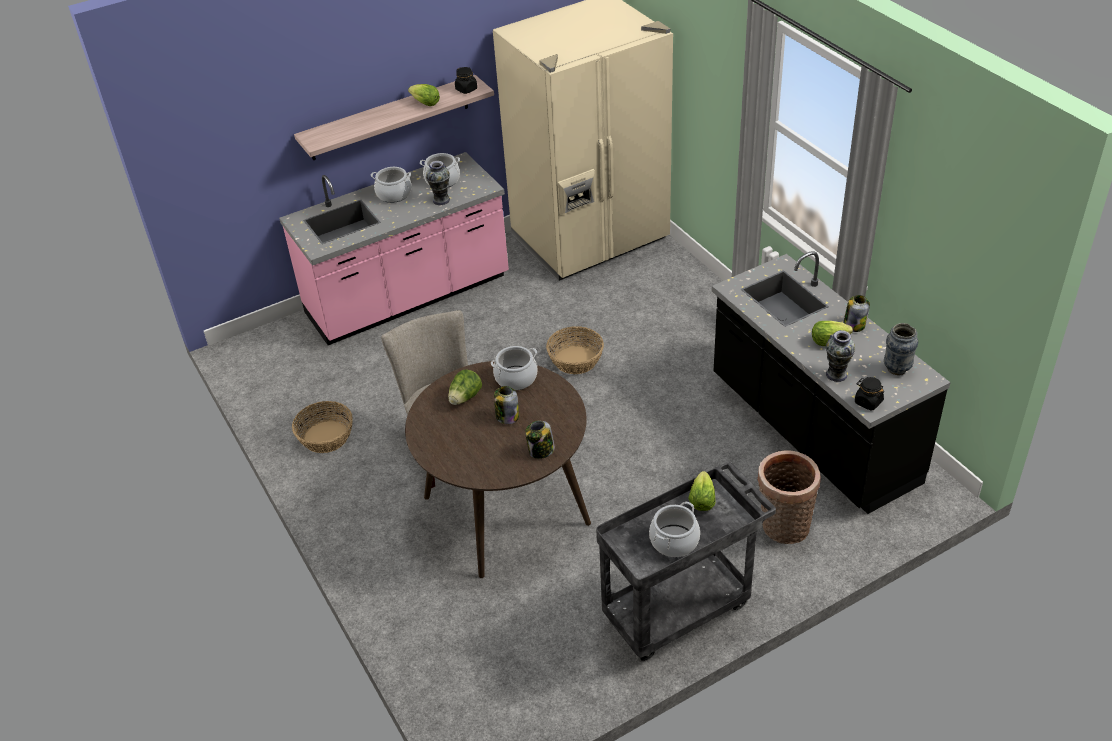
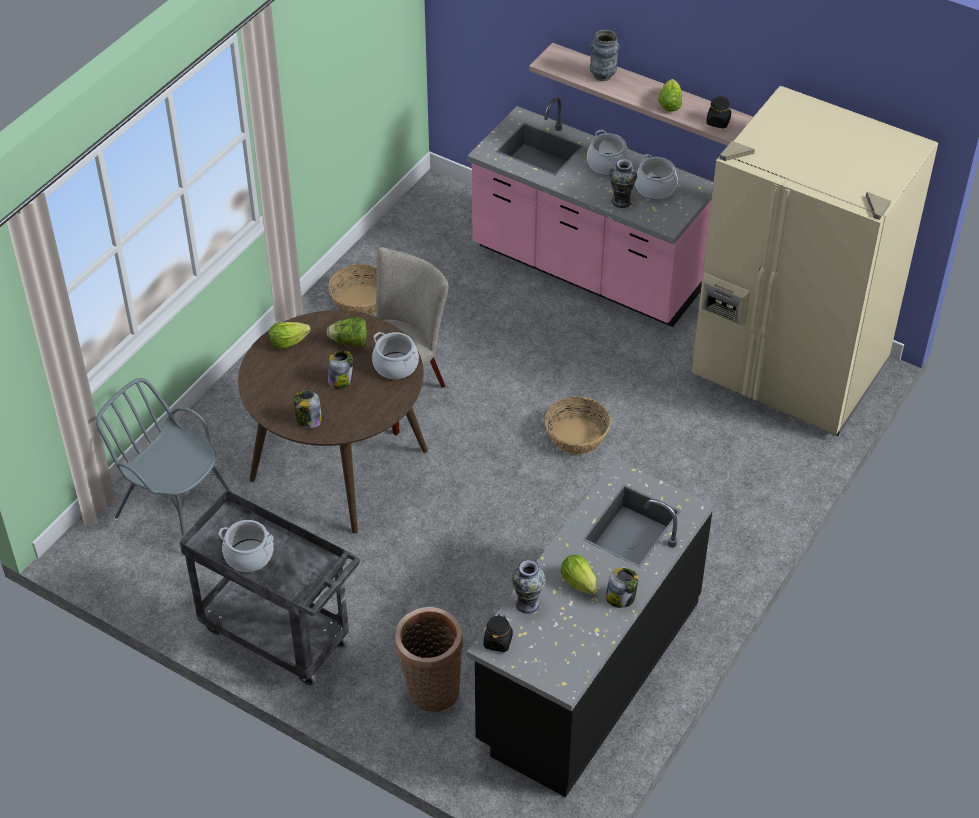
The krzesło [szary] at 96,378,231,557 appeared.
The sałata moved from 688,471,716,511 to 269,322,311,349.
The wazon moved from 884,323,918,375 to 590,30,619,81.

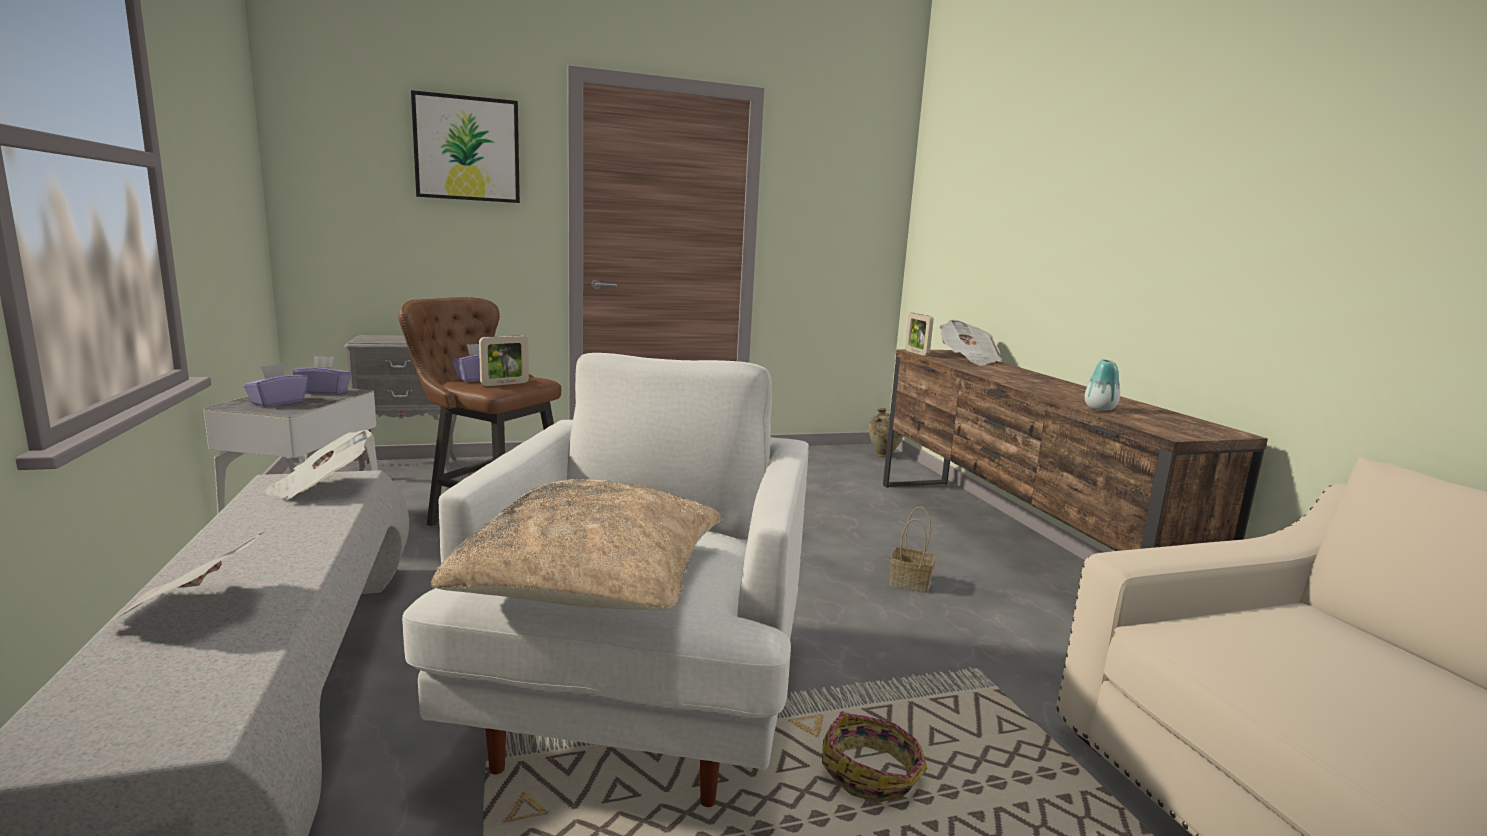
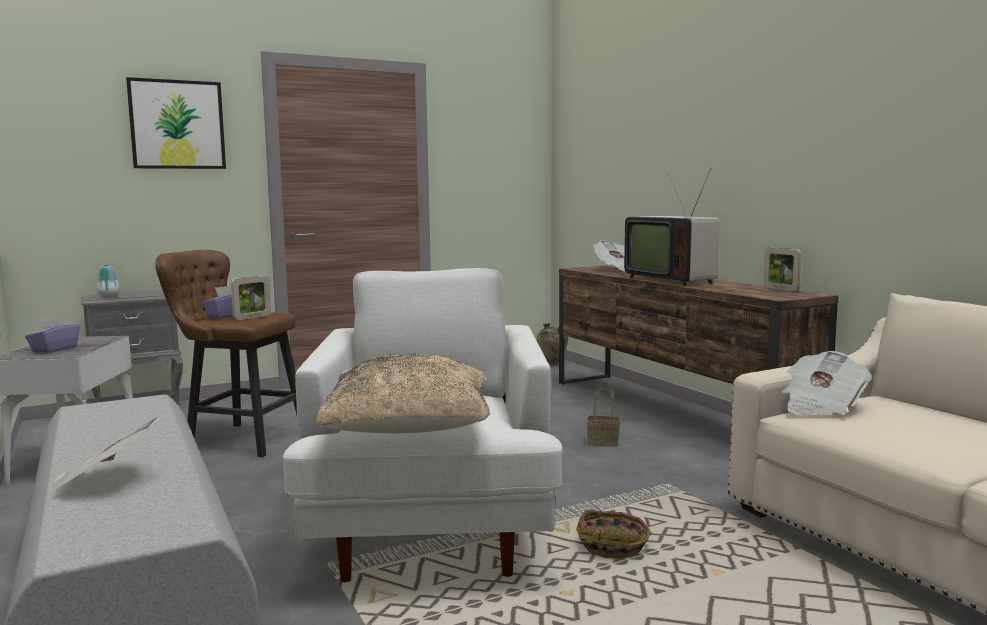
The pudełko chusteczek [fioletowy] at 293,356,352,395 disappeared.
The telewizor at 624,167,720,286 appeared.
The gazeta moved from 264,430,372,499 to 781,351,872,415.
The ramka na zdjęcie moved from 905,313,933,356 to 763,248,802,291.
The wazon moved from 1085,359,1120,411 to 97,265,120,298.

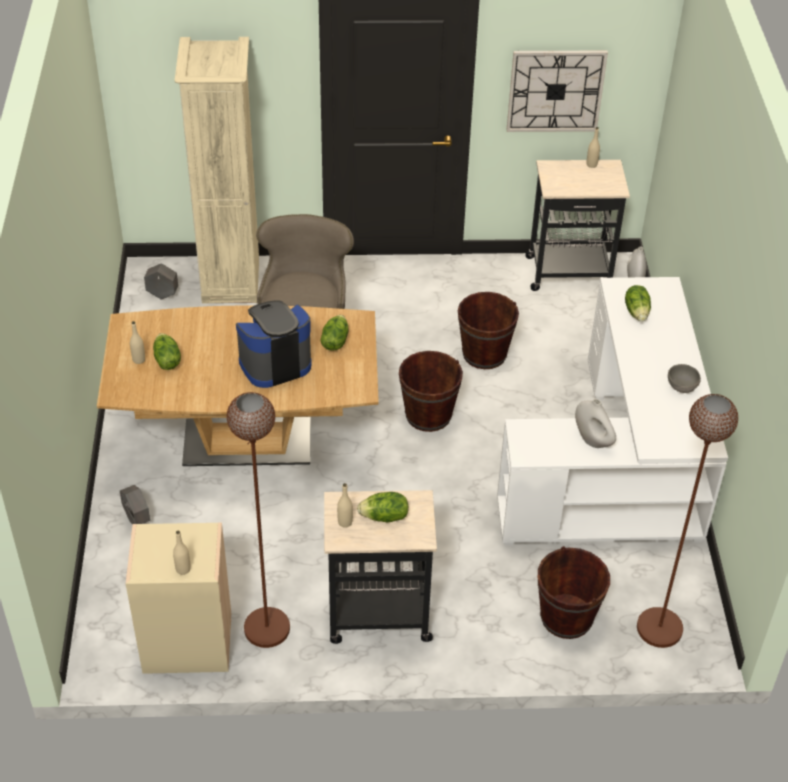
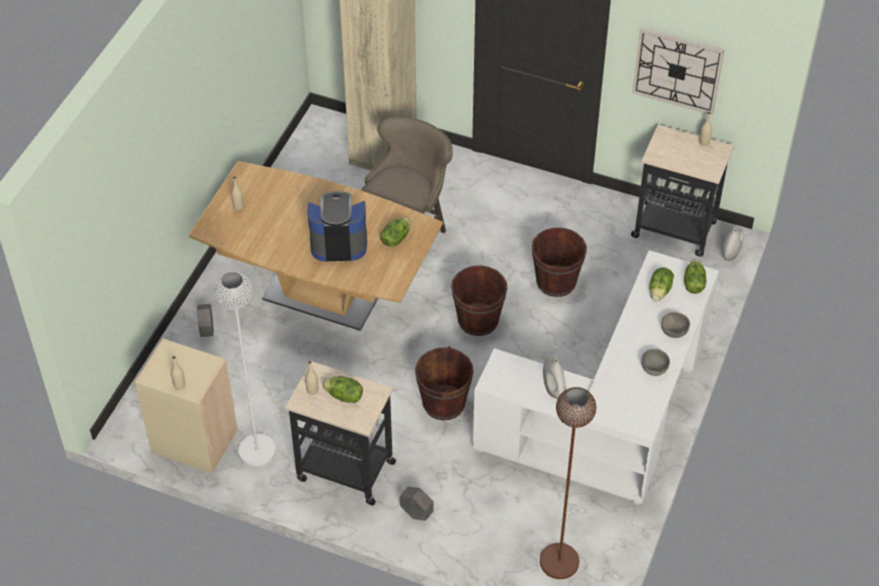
The miska [szary] at 661,312,690,338 appeared.
The donica [szary] moved from 144,263,178,299 to 400,487,434,521.
The sałata moved from 153,333,181,370 to 684,259,706,294.
The wiadro [brązowy] moved from 538,546,610,639 to 415,346,474,420.
The lampa stojąca [brązowy] at 227,392,290,648 became the lampa stojąca [biały] at 214,271,276,467.

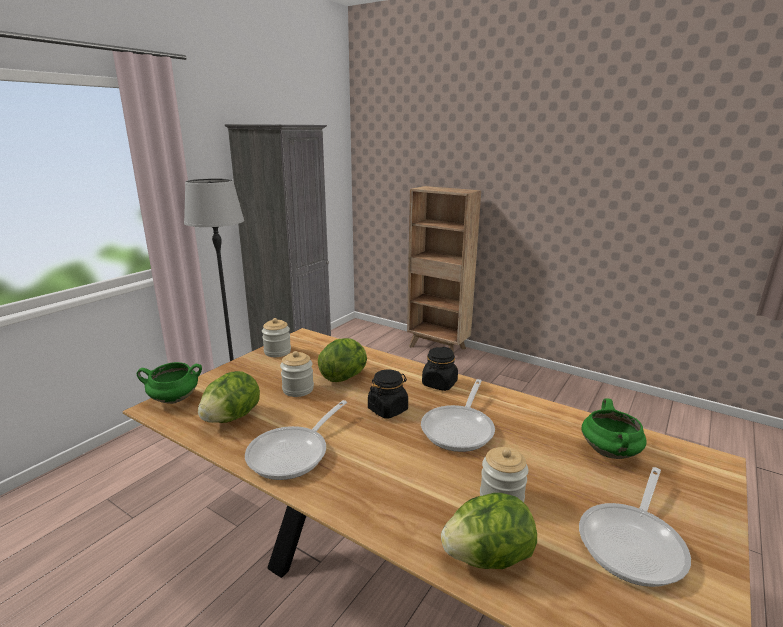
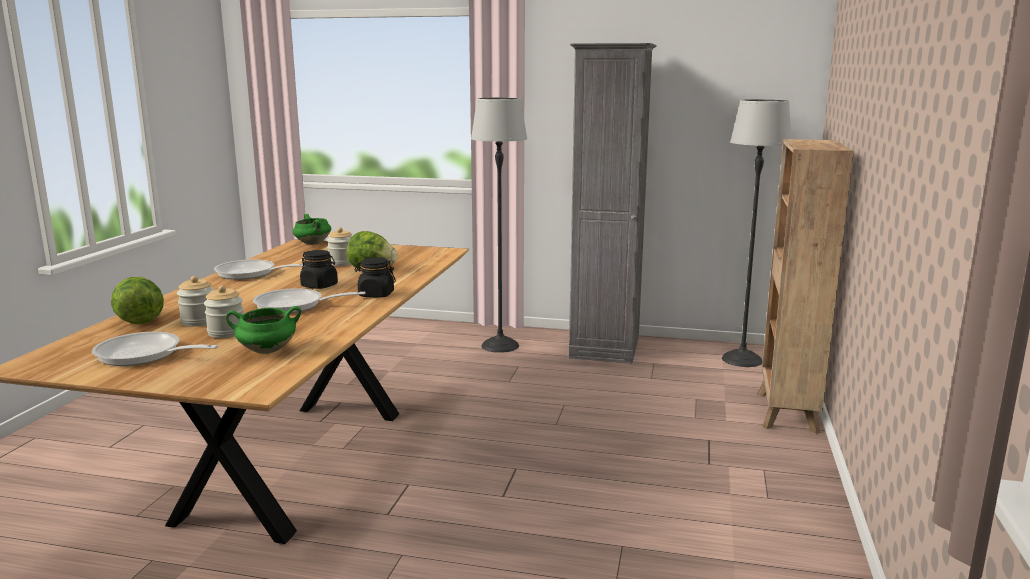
The sałata at 198,371,260,423 disappeared.
The lampa stojąca at 722,99,792,367 appeared.
The słoik moved from 262,318,291,357 to 204,285,244,338.

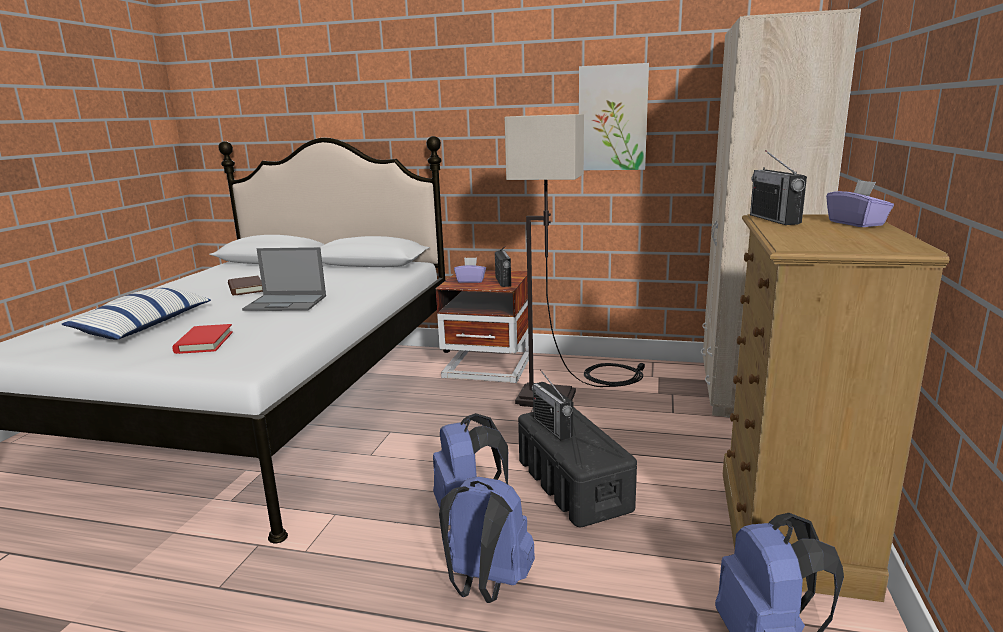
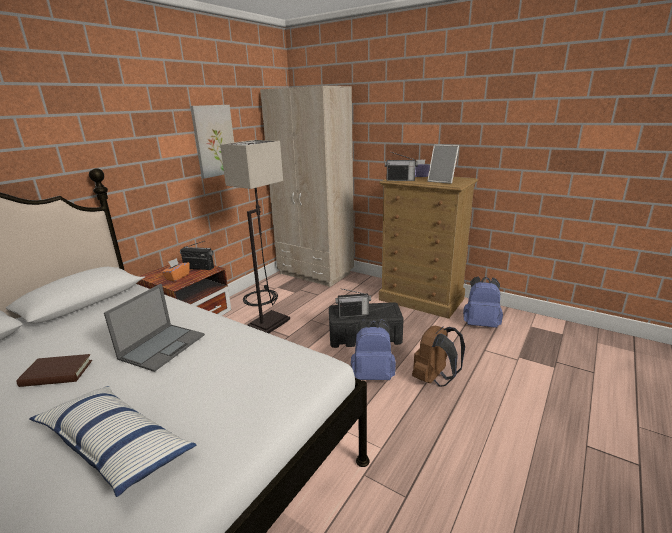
The książka [czerwony] at 172,324,233,354 disappeared.
The ramka na zdjęcie at 427,145,459,184 appeared.
The plecak [niebieski] at 439,477,535,603 became the plecak [brązowy] at 412,326,465,387.
The pudełko chusteczek [fioletowy] at 454,257,486,283 became the pudełko chusteczek [pomarańczowy] at 162,258,190,282.

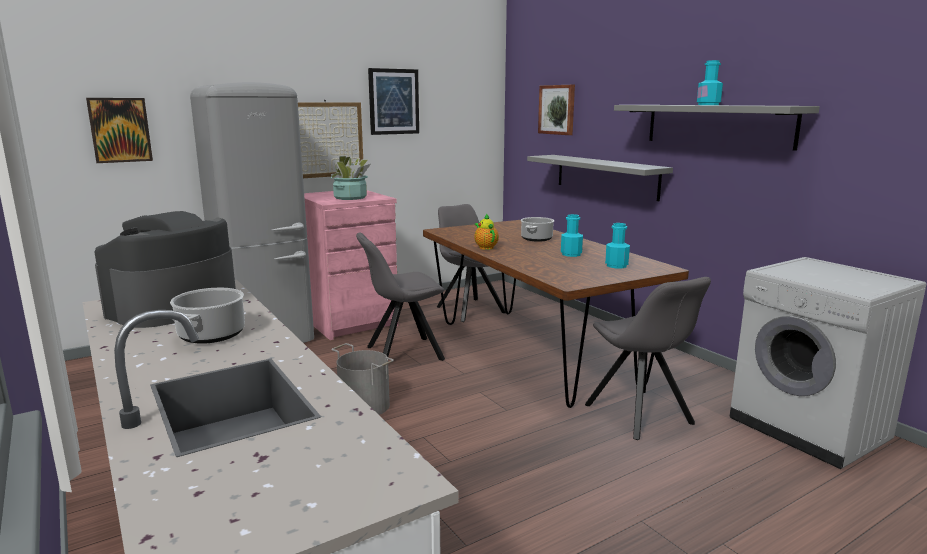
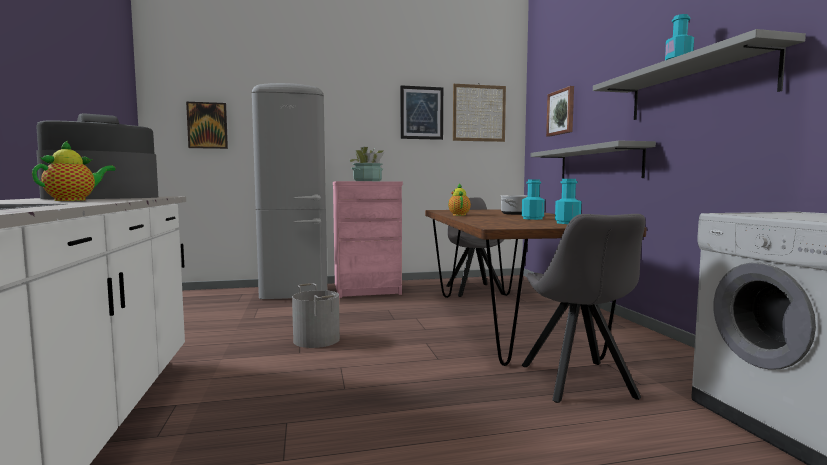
The krzesło [szary] at 356,232,445,361 disappeared.
The obraz moved from 298,100,364,178 to 453,83,506,142.
The garnek at 170,288,245,344 was replaced by the imbryk at 32,140,116,201.

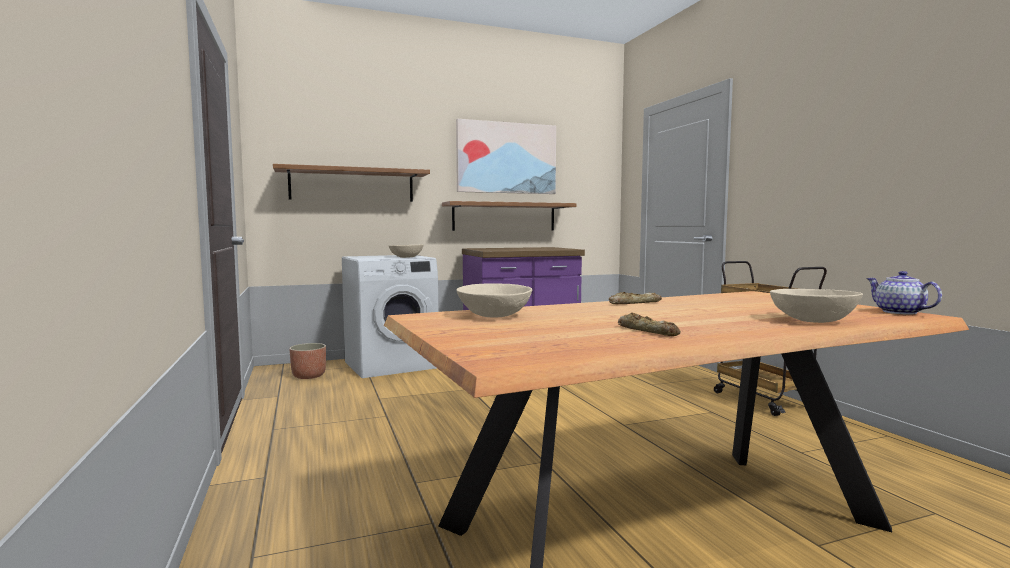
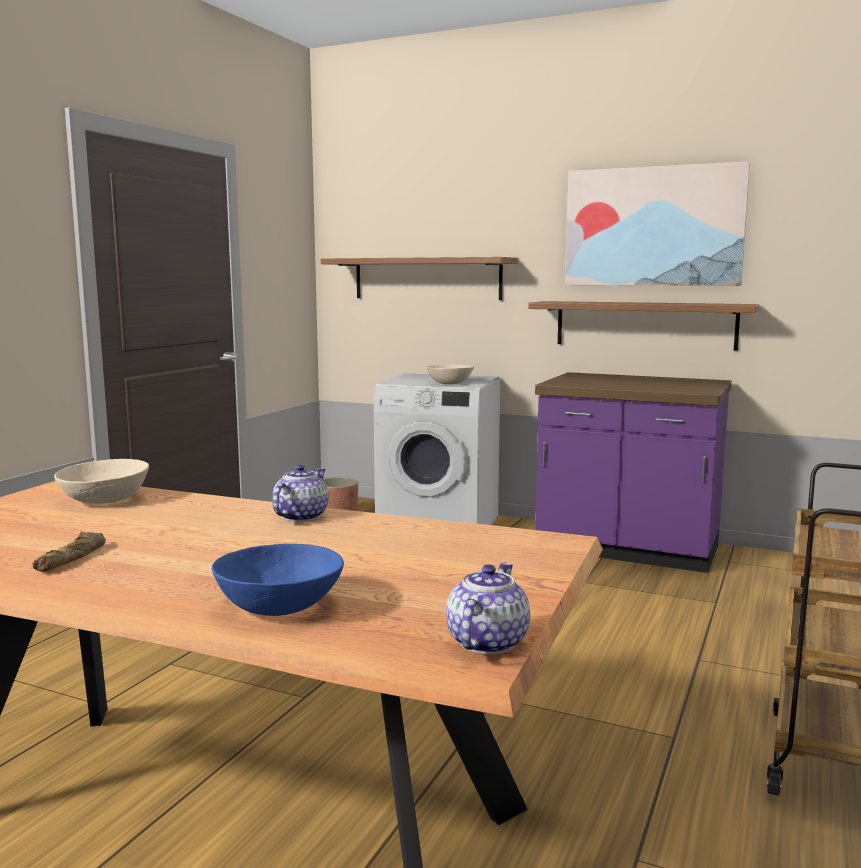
The chleb at 609,292,662,304 was replaced by the imbryk at 273,464,329,522.
The miska [beżowy] at 770,289,863,323 became the miska [niebieski] at 212,544,344,616.

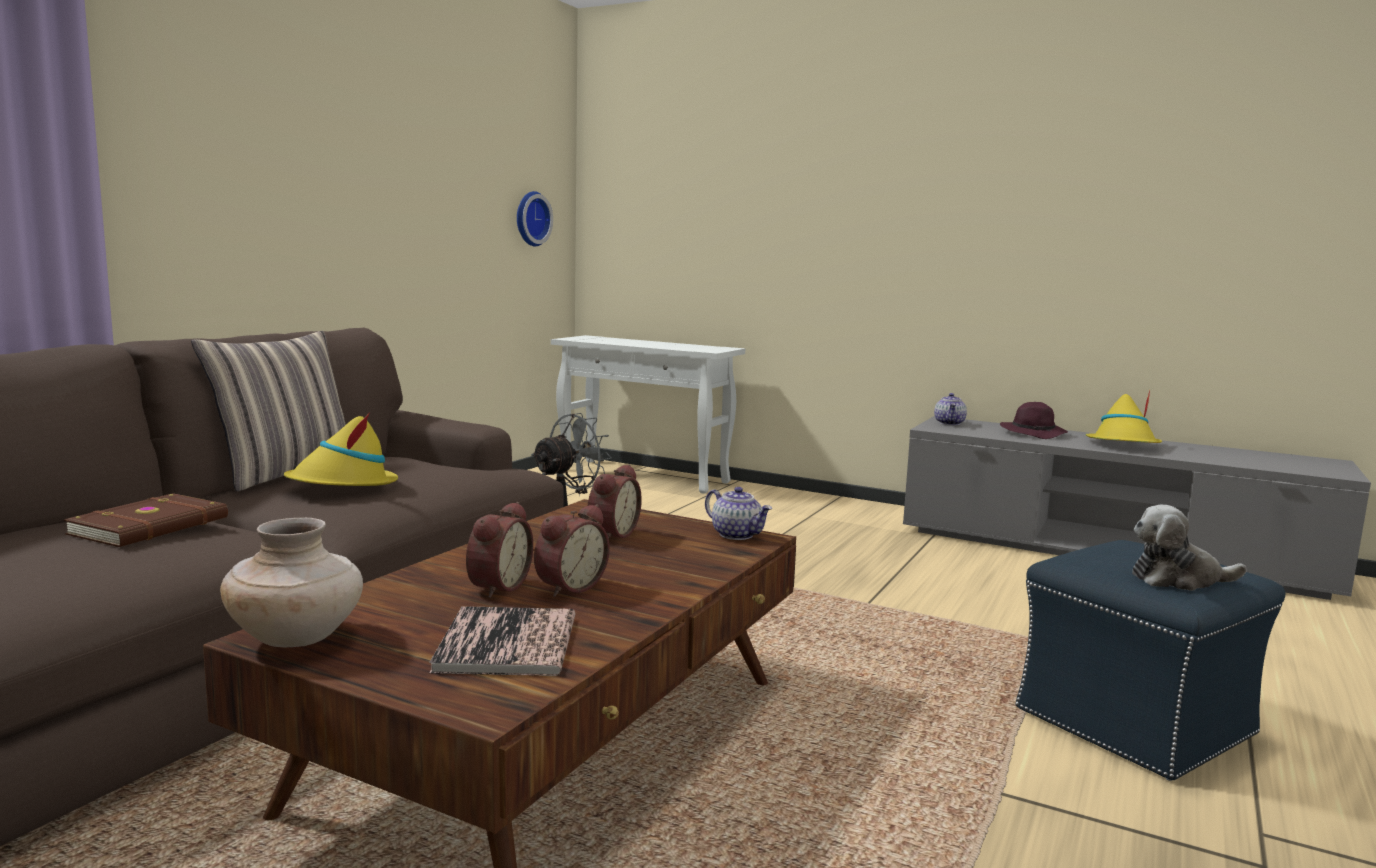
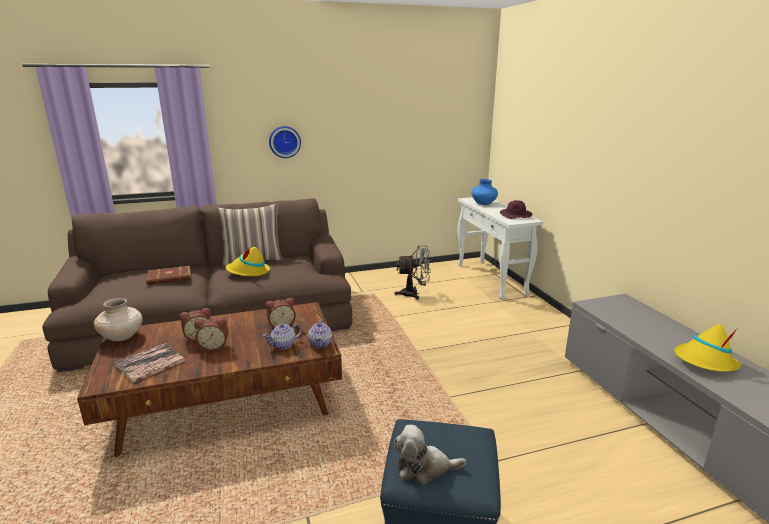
The wazon [niebieski] at 471,179,498,205 appeared.
The zegar ścienny moved from 517,191,553,246 to 269,126,301,158.
The imbryk moved from 934,393,967,425 to 263,323,302,350.
The kapelusz [fioletowy] moved from 1000,402,1068,439 to 500,200,532,219.
The pluszak at 1132,505,1247,591 turned 45 degrees counterclockwise.

